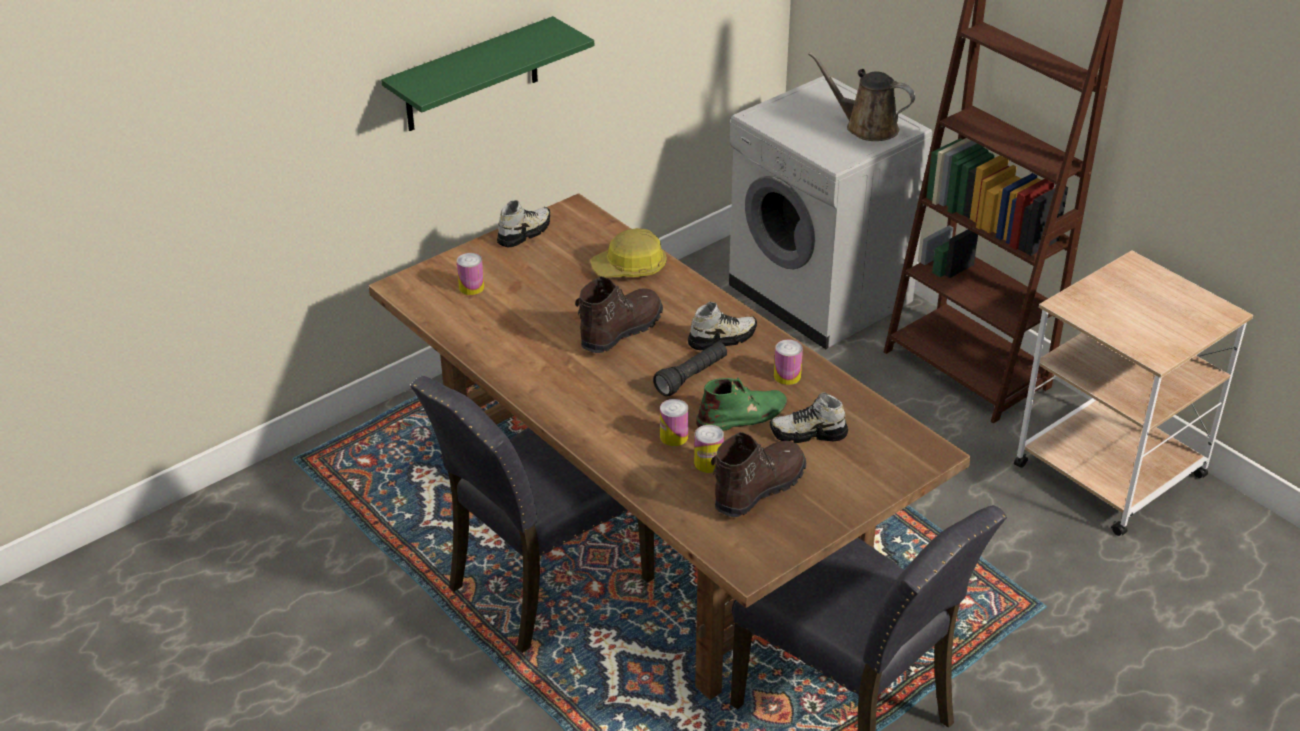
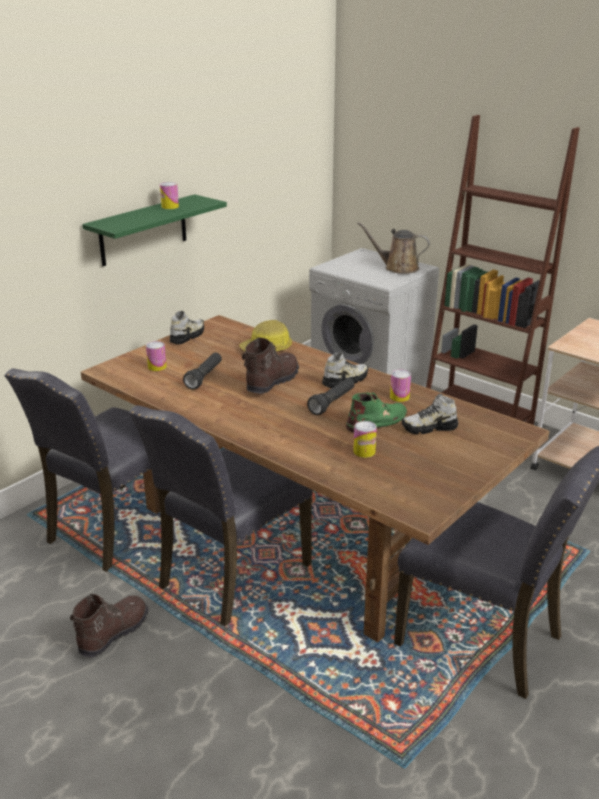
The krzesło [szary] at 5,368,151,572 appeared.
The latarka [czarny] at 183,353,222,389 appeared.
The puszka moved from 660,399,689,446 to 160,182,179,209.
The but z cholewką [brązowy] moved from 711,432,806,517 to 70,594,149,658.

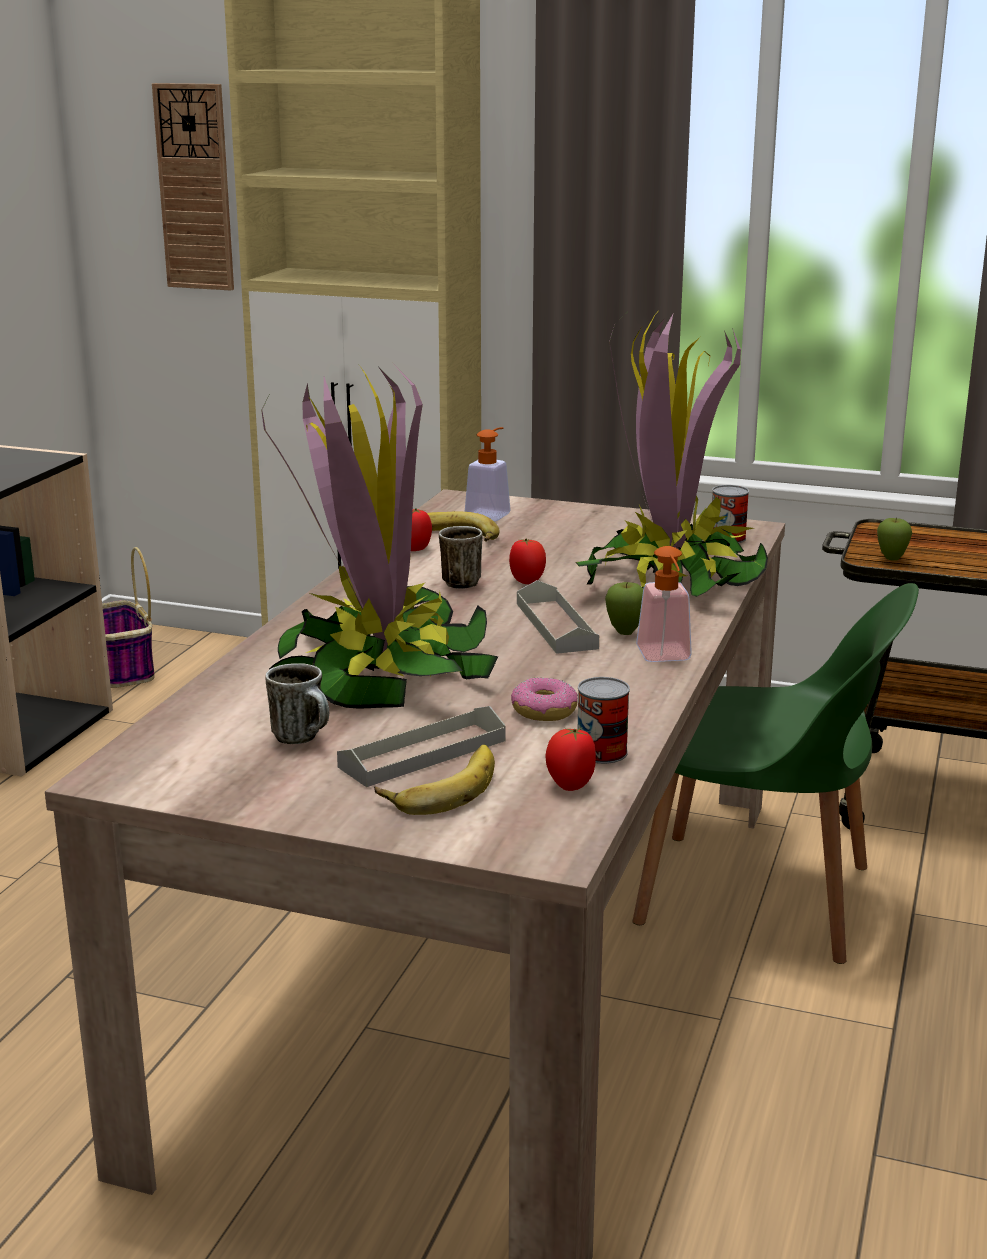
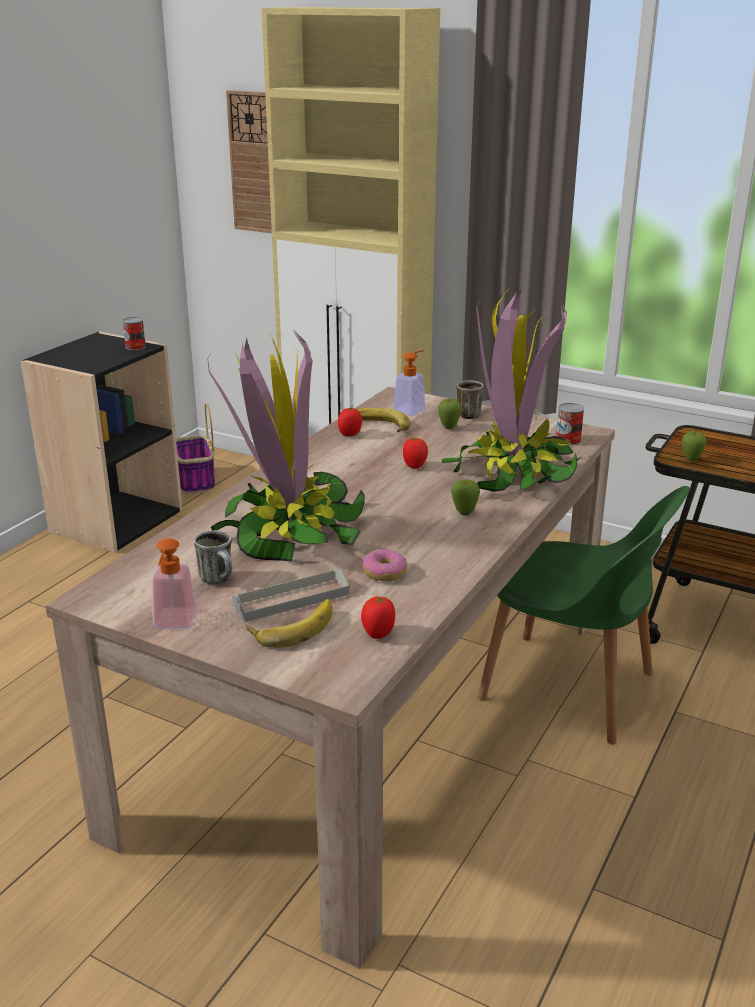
The taca [szary] at 517,580,599,654 disappeared.
The jabłko at 438,399,462,429 appeared.
The kubek moved from 439,526,483,589 to 457,380,484,419.
The puszka moved from 578,677,630,764 to 122,317,146,350.
The dozownik mydła moved from 636,546,692,662 to 152,538,197,629.

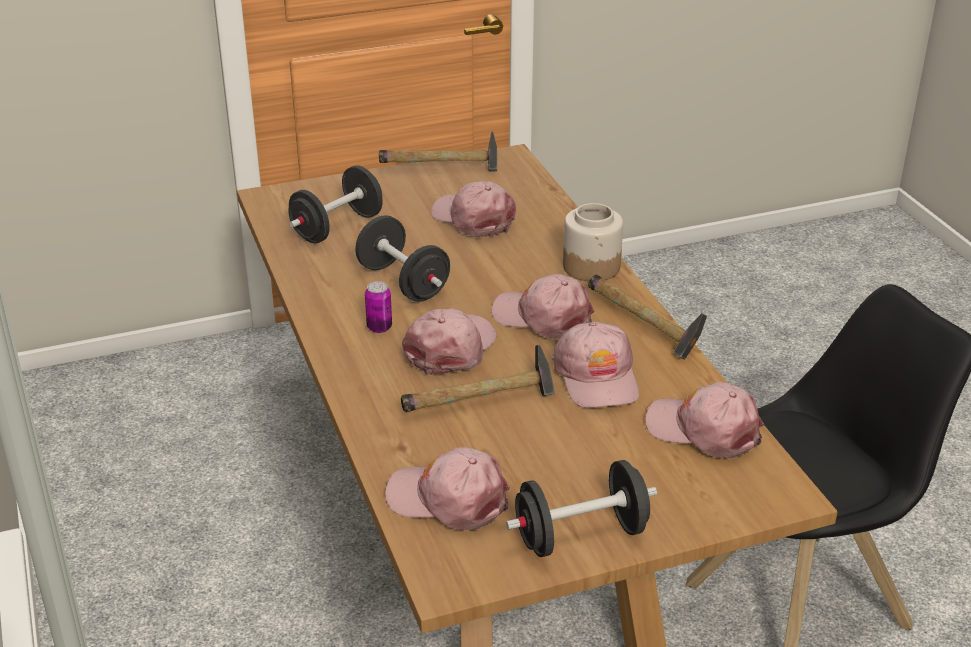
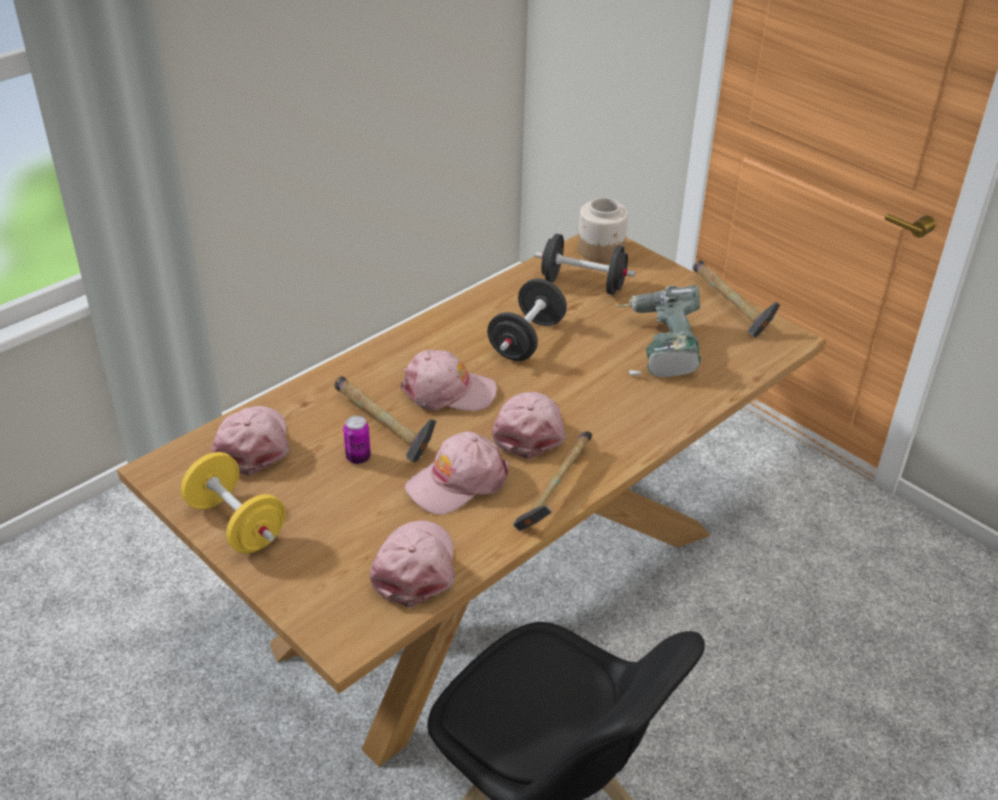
The puszka moved from 365,281,392,333 to 343,416,371,464.
The słoik moved from 563,203,623,282 to 578,198,628,263.
The czapka z daszkiem [różowy] at 431,181,516,238 was replaced by the wiertarka at 615,285,701,377.
The hantel [czarny] at 506,460,657,557 became the hantel [żółty] at 181,452,286,554.

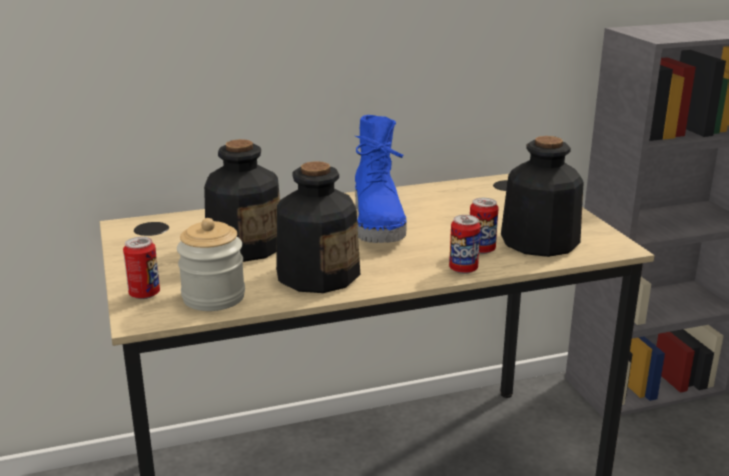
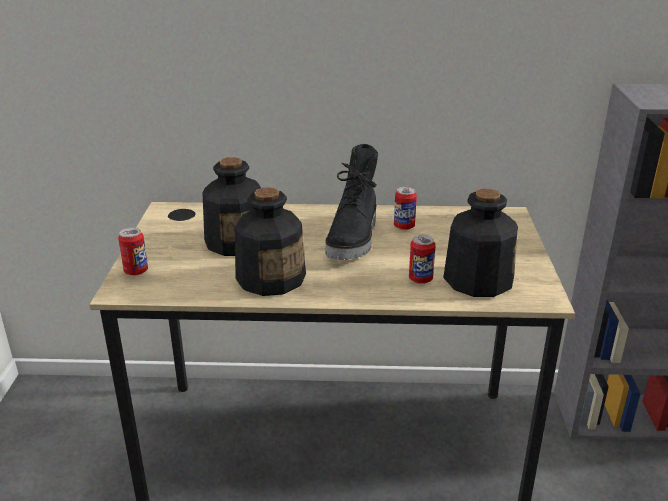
The słoik at 177,218,245,311 disappeared.
The puszka moved from 449,215,481,274 to 394,187,417,230.
The but z cholewką [niebieski] at 355,115,407,243 became the but z cholewką [czarny] at 325,144,378,260.

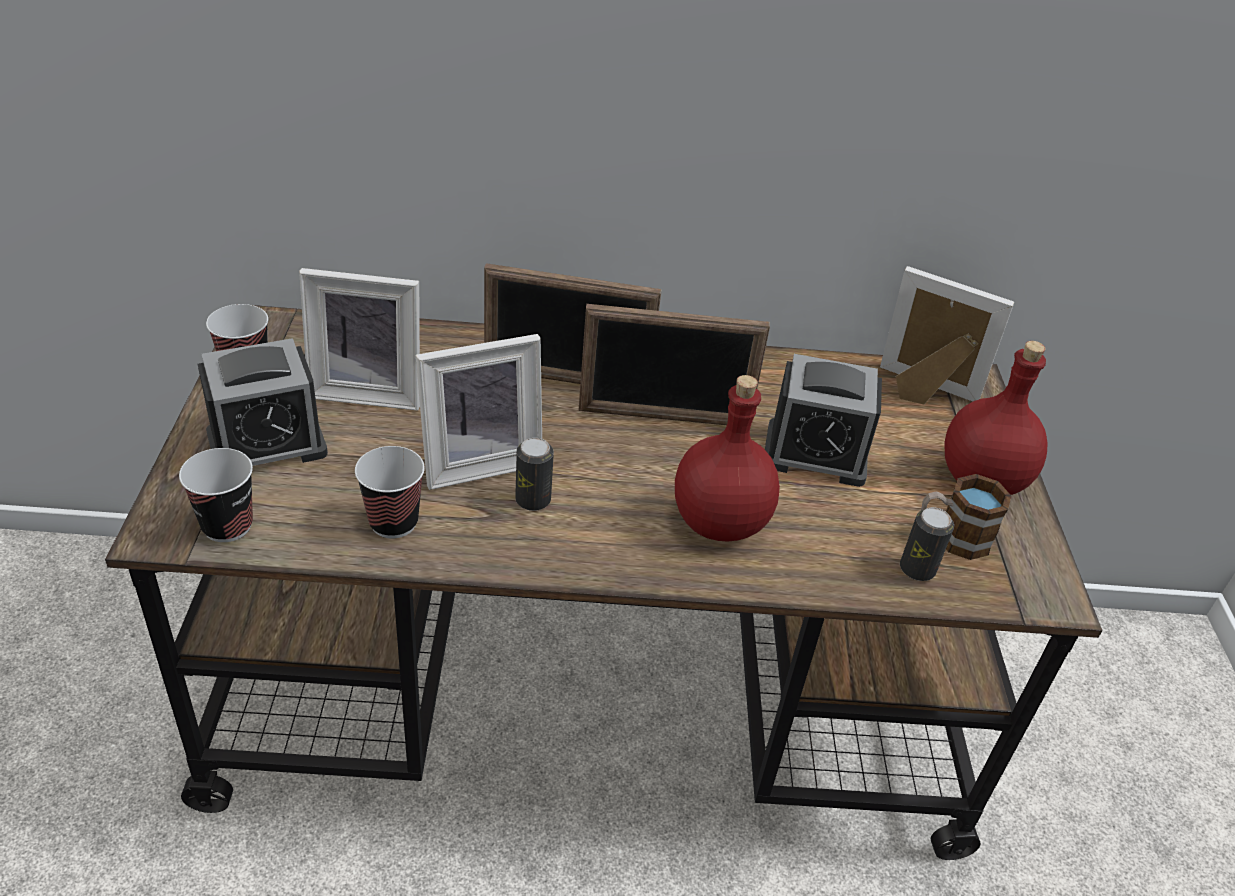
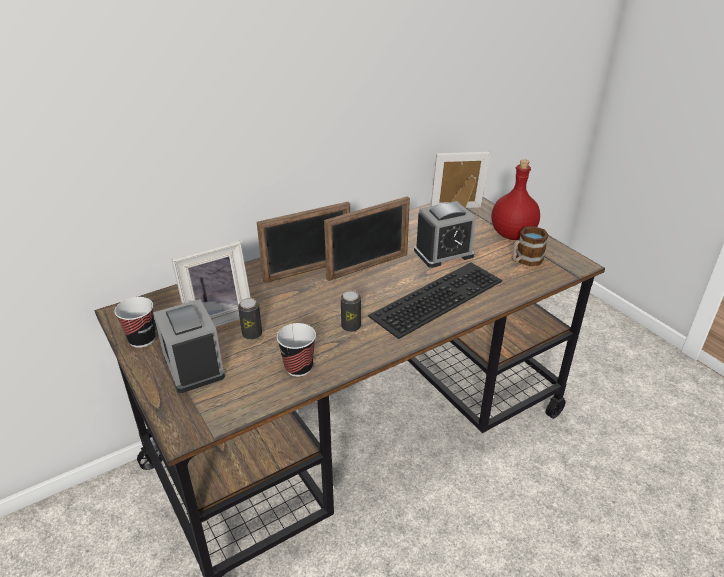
The filiżanka at 179,448,253,542 disappeared.
The ramka na zdjęcie at 416,334,542,490 disappeared.
The puszka moved from 900,507,954,581 to 238,298,262,340.
The butelka [czerwony] at 675,375,780,542 was replaced by the klawiatura at 368,263,502,339.
The budzik at 197,338,328,466 turned 120 degrees clockwise.

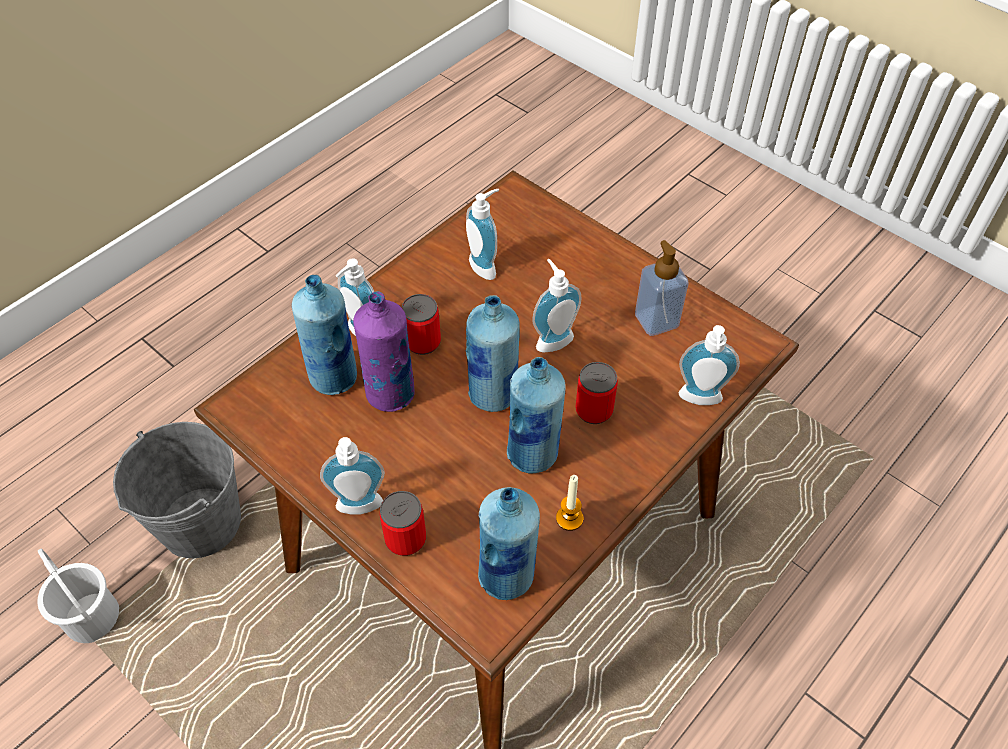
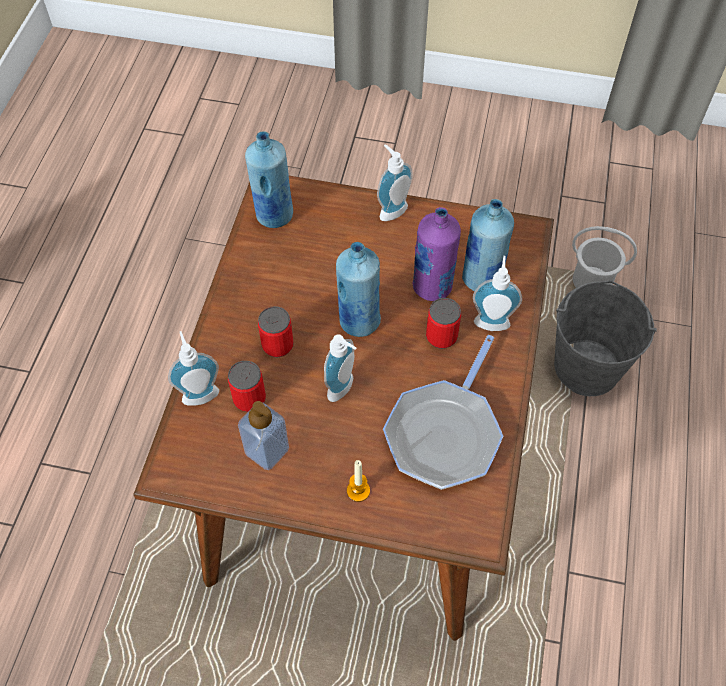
The butelka [niebieski] at 507,357,566,473 disappeared.
The puszka moved from 379,491,426,556 to 228,361,266,412.
The świeca moved from 556,475,583,531 to 347,460,370,502.
The dozownik mydła at 466,189,499,280 was replaced by the patelnia at 383,335,503,490.

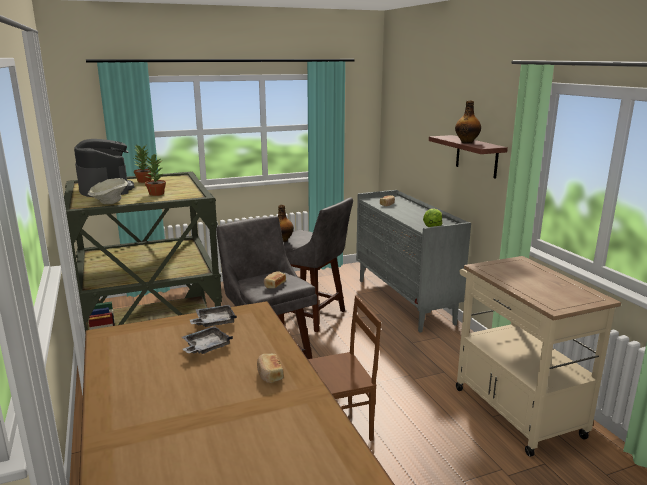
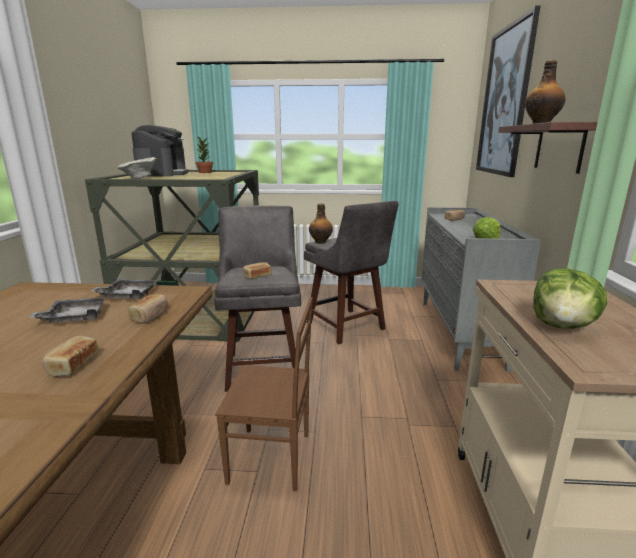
The roślina doniczkowa at 144,153,166,196 disappeared.
The chleb at 128,294,168,324 appeared.
The obraz at 476,5,540,177 appeared.
The sałata at 533,268,607,329 appeared.

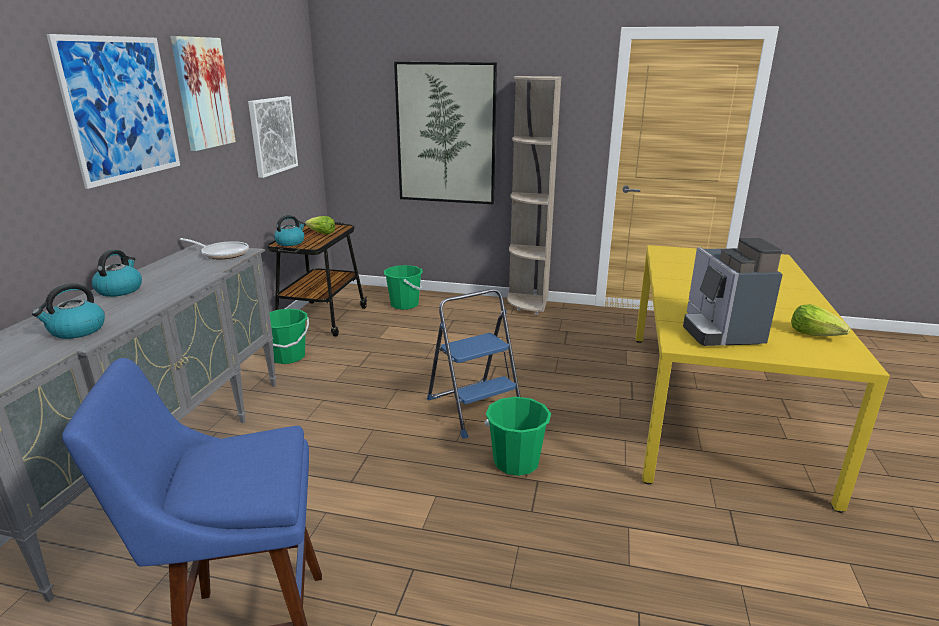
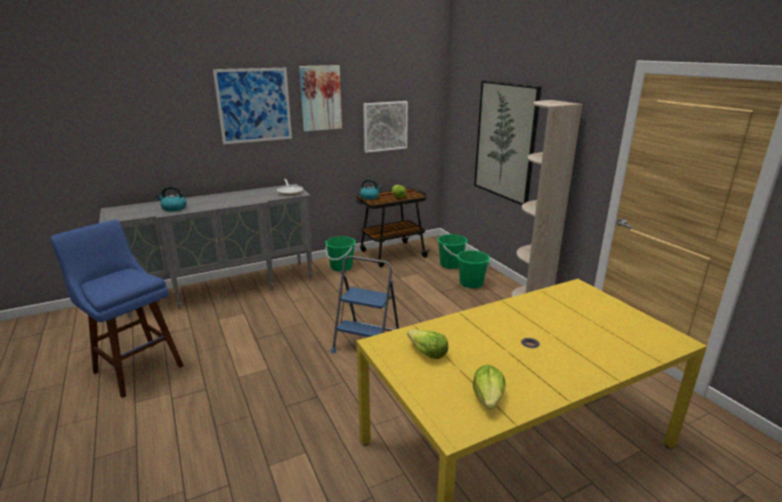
The czajnik at 92,249,142,297 disappeared.
The wiadro [zielony] moved from 484,397,551,476 to 457,250,490,288.
The ekspres do kawy at 683,238,783,346 was replaced by the sałata at 407,330,448,359.

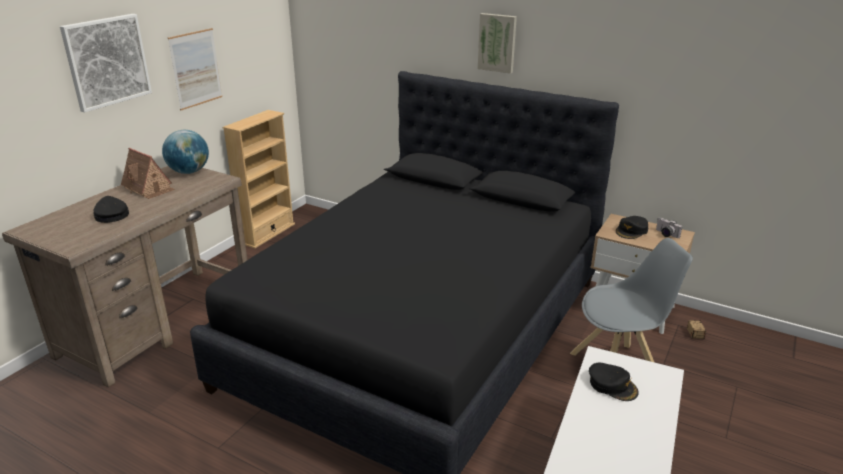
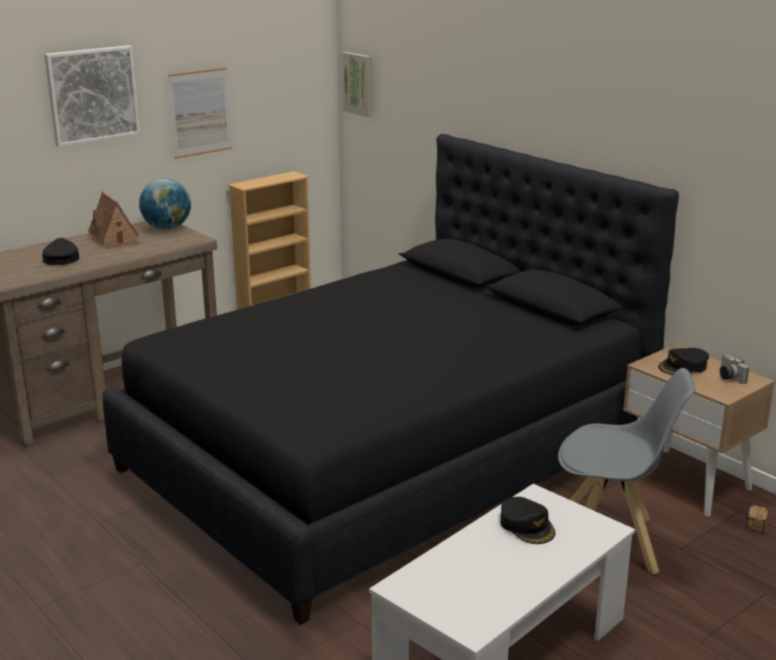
The obraz moved from 478,13,517,74 to 342,52,372,117.

